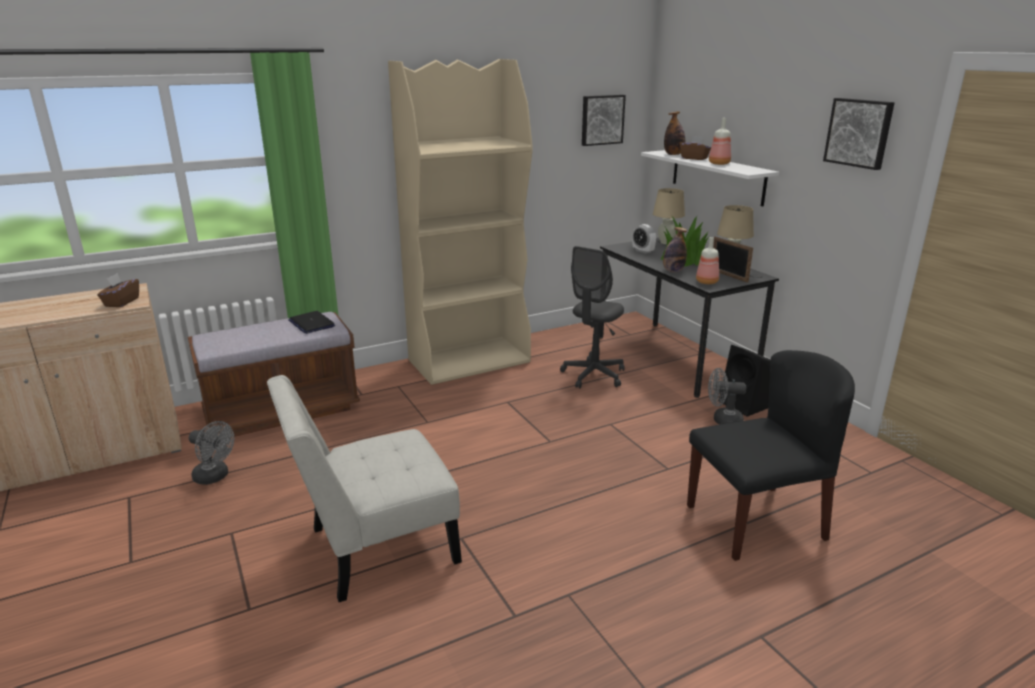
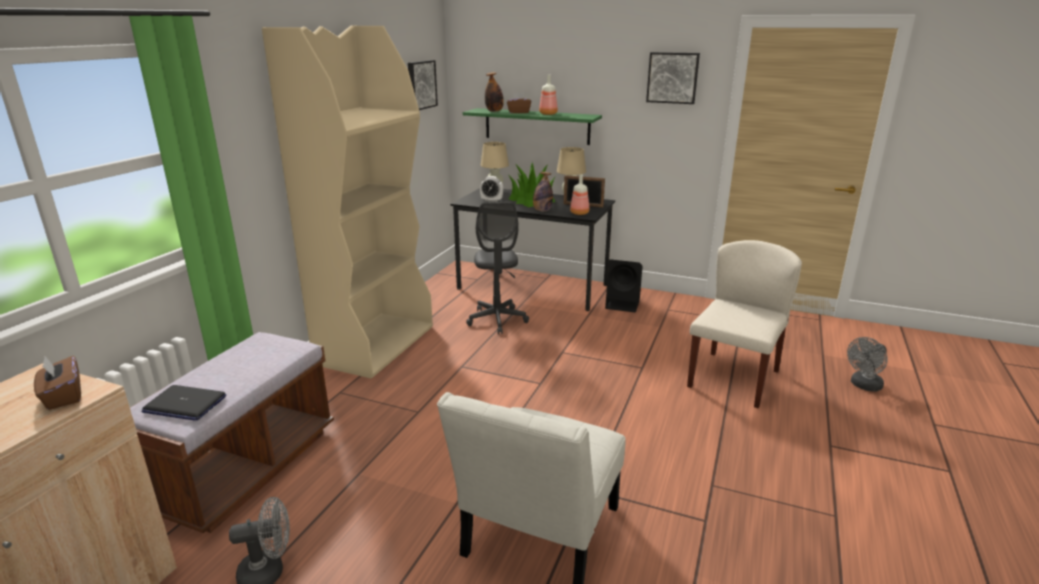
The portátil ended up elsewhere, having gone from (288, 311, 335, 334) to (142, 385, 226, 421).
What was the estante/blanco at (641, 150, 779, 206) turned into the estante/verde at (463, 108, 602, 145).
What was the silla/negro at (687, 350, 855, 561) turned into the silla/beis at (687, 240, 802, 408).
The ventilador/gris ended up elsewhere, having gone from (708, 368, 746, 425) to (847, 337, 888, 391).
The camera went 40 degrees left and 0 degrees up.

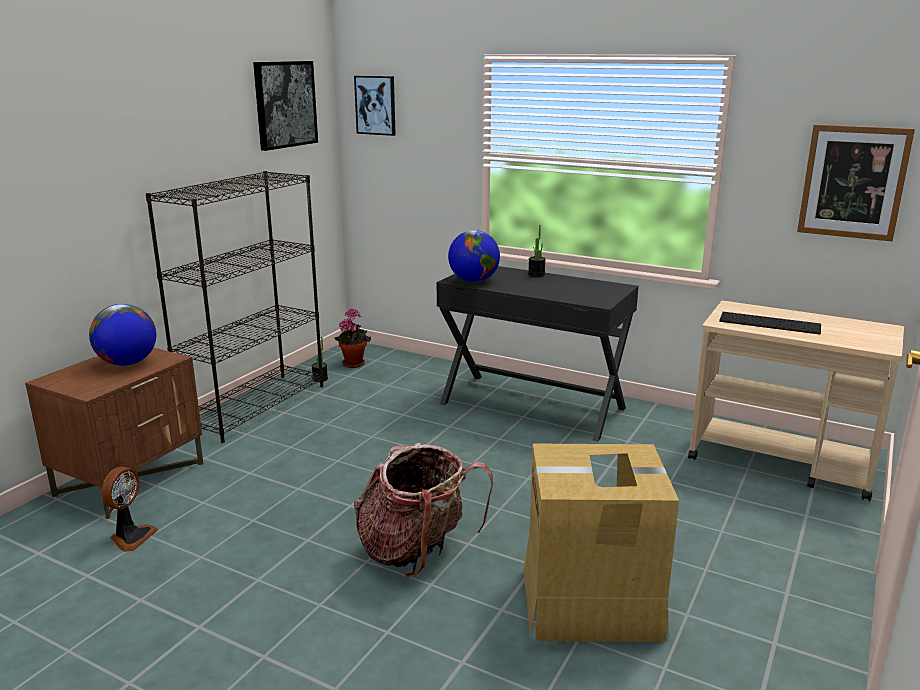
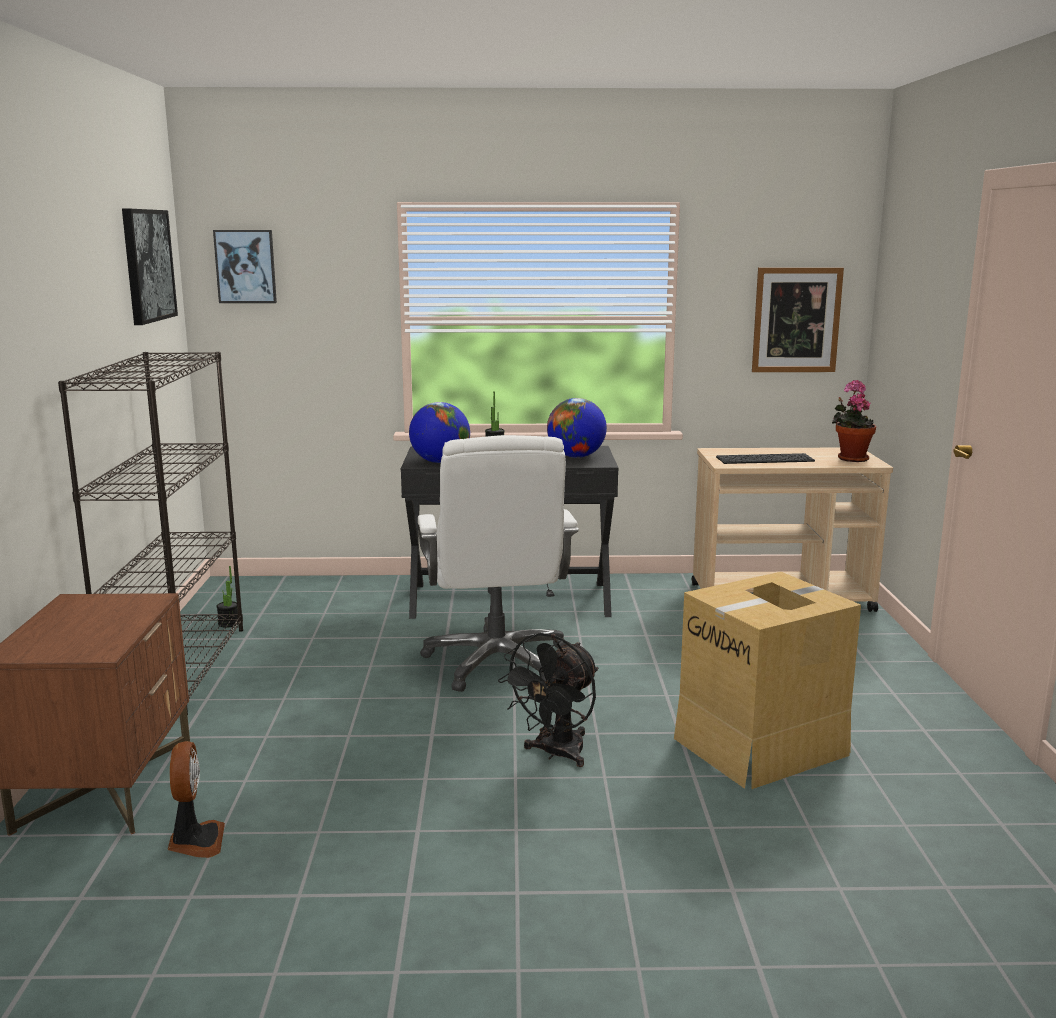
The second view gained the silla de oficina/blanco at (418, 435, 579, 692).
Where the mochila stood at (354, 443, 493, 578), the ventilador/negro came to stand at (498, 633, 598, 767).
The globo terráqueo ended up elsewhere, having gone from (89, 304, 156, 366) to (547, 398, 607, 458).
The planta en maceta ended up elsewhere, having gone from (334, 308, 371, 368) to (832, 380, 876, 462).
The camera went 30 degrees left and 5 degrees down.

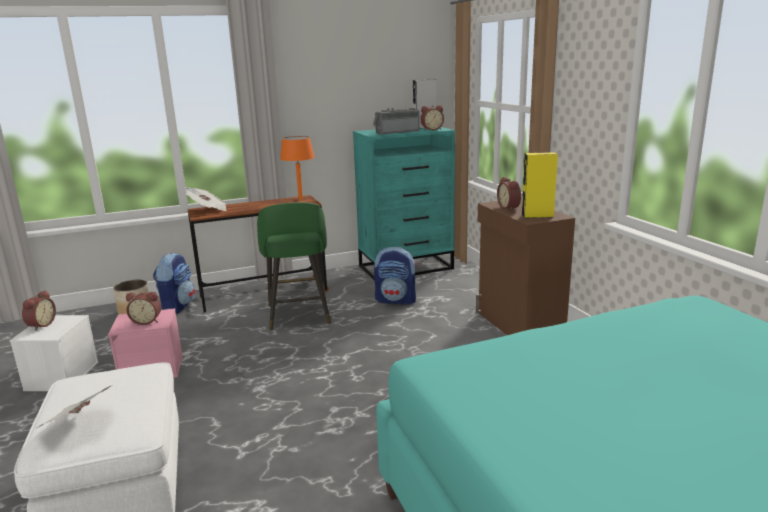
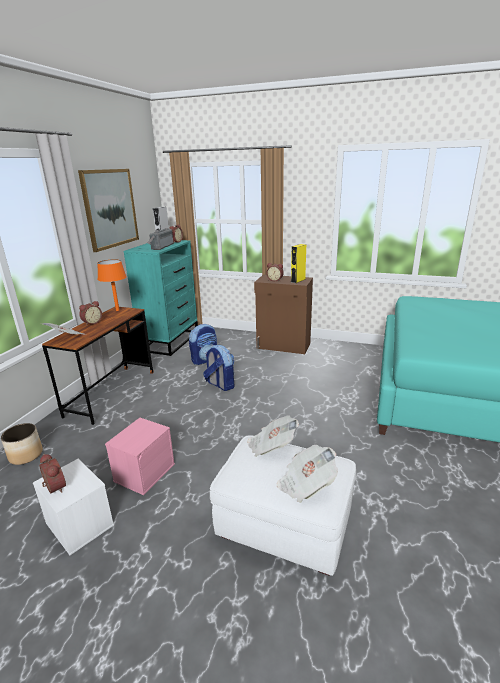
The second view gained the cuadro at (78, 169, 139, 252).
The despertador ended up elsewhere, having gone from (126, 292, 161, 325) to (79, 301, 102, 326).
The mochila ended up elsewhere, having gone from (153, 253, 195, 314) to (203, 345, 234, 391).
The second view gained the periódico at (247, 415, 299, 457).
The second view lost the taburete/verde at (257, 202, 331, 330).
The camera went 50 degrees left and 5 degrees up.

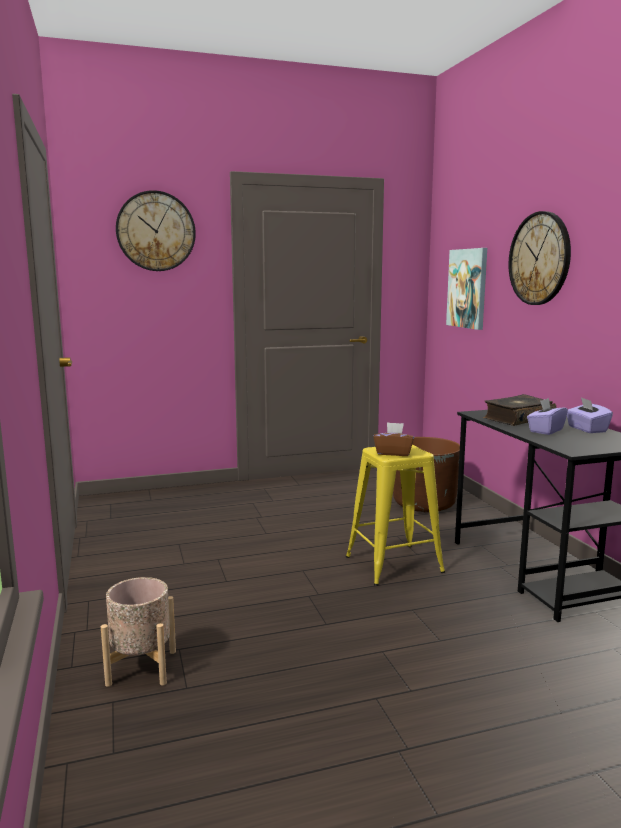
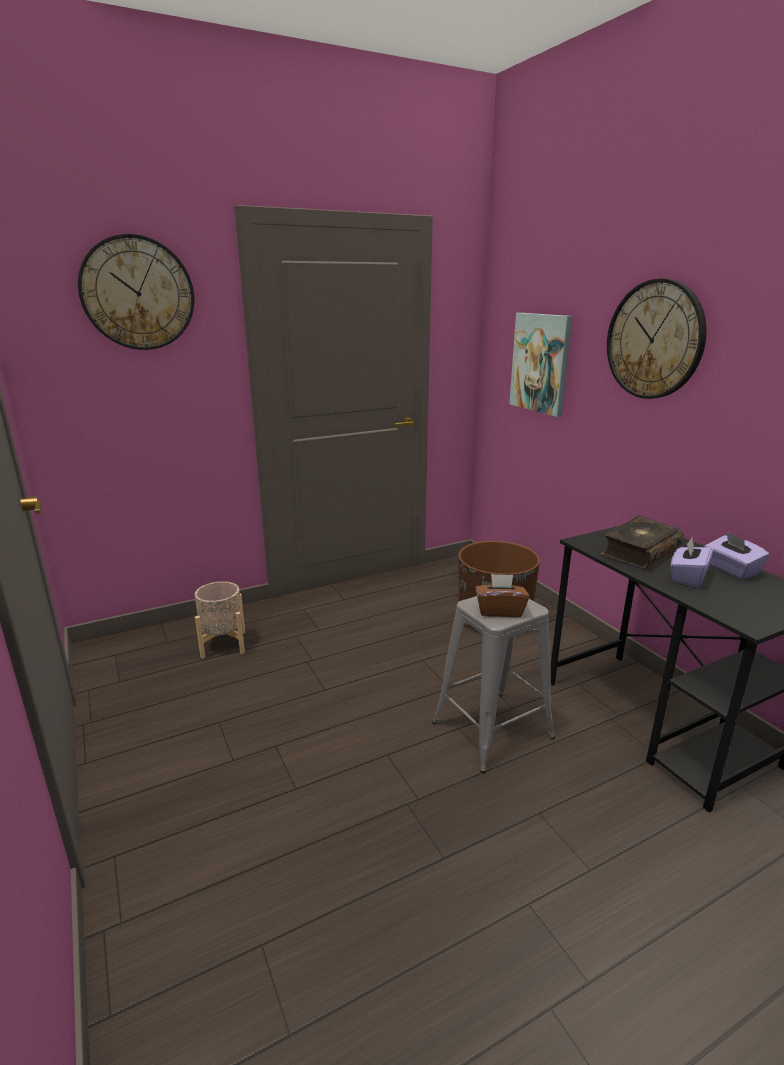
The maceta/beis ended up elsewhere, having gone from (101, 577, 176, 687) to (195, 581, 245, 658).
What was the taburete/amarillo at (346, 444, 445, 586) turned into the taburete/gris at (432, 596, 555, 773).
The camera went 10 degrees left and 10 degrees up.

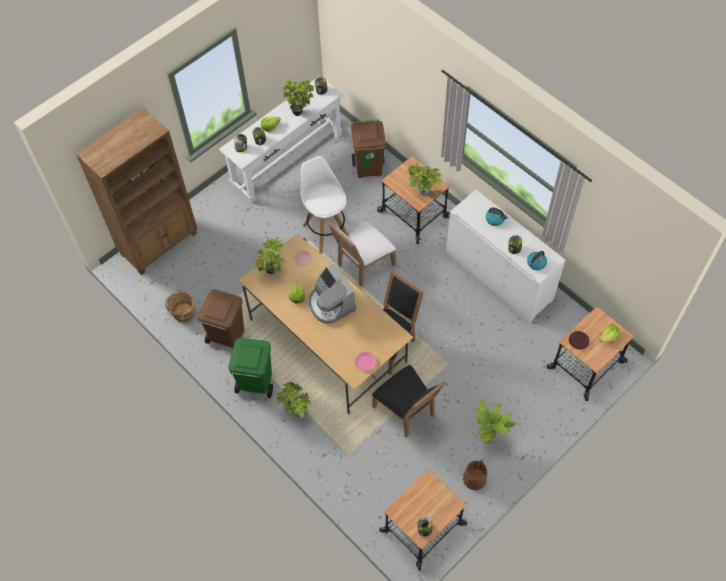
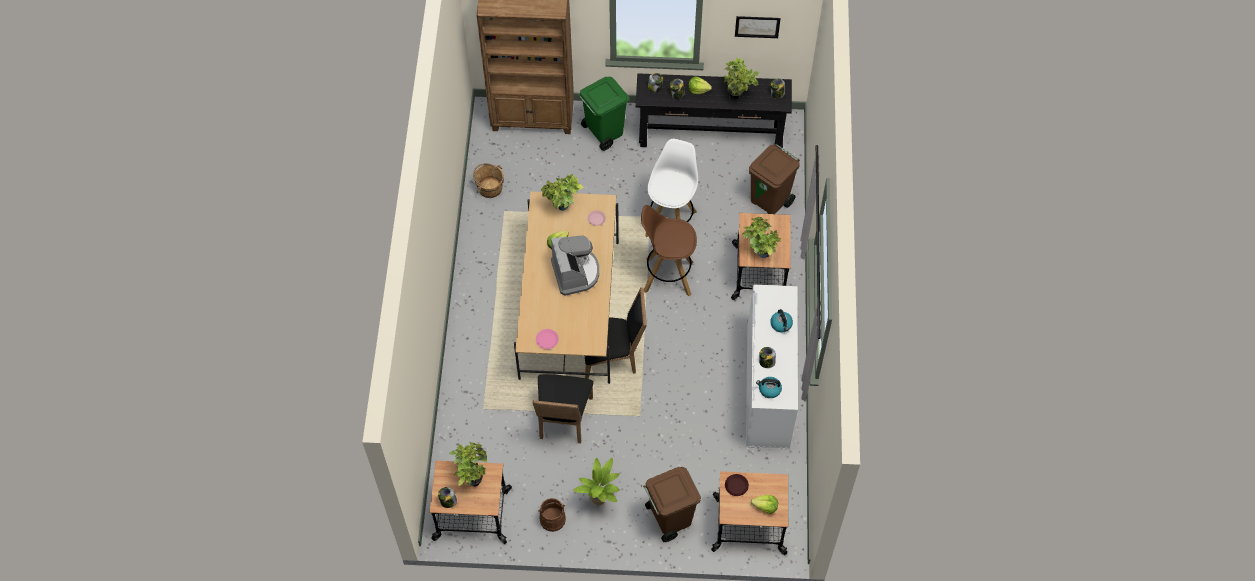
The planta en maceta ended up elsewhere, having gone from (276, 382, 311, 418) to (449, 442, 487, 487).
The cafetera at (309, 264, 356, 323) ended up facing another way, 150 degrees clockwise from before.
The papelera/verde ended up elsewhere, having gone from (228, 338, 273, 398) to (578, 77, 629, 151).
What was the mesa consola/blanco at (219, 76, 343, 203) turned into the mesa consola/negro at (636, 73, 792, 149).
Where the silla/blanco stood at (328, 220, 396, 287), the taburete/marrón came to stand at (641, 205, 697, 296).
The papelera/marrón ended up elsewhere, having gone from (198, 289, 244, 348) to (643, 467, 701, 542).
The second view gained the cuadro at (735, 16, 781, 38).
The camera went 45 degrees right and 0 degrees up.

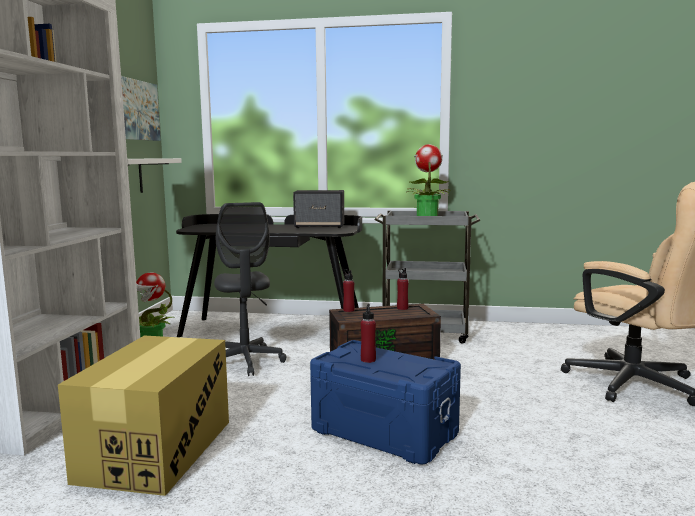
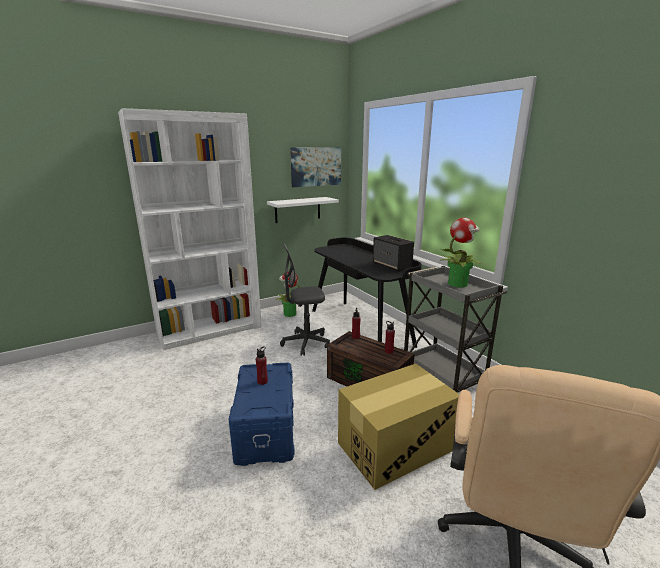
The silla de oficina/gris at (214, 202, 286, 376) ended up facing another way, 45 degrees clockwise from before.
The caja de cartón ended up elsewhere, having gone from (58, 335, 229, 496) to (338, 364, 459, 490).
The camera went 50 degrees right and 10 degrees up.

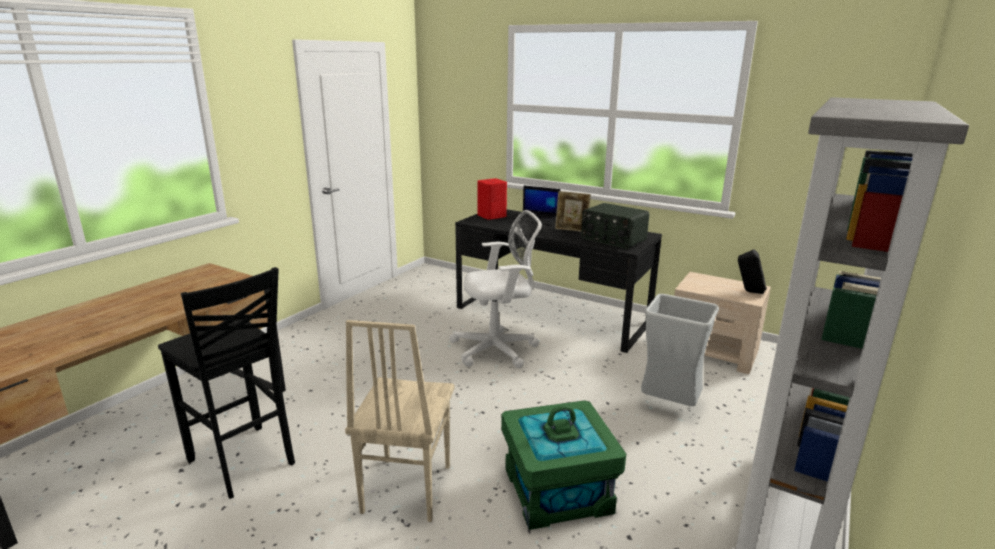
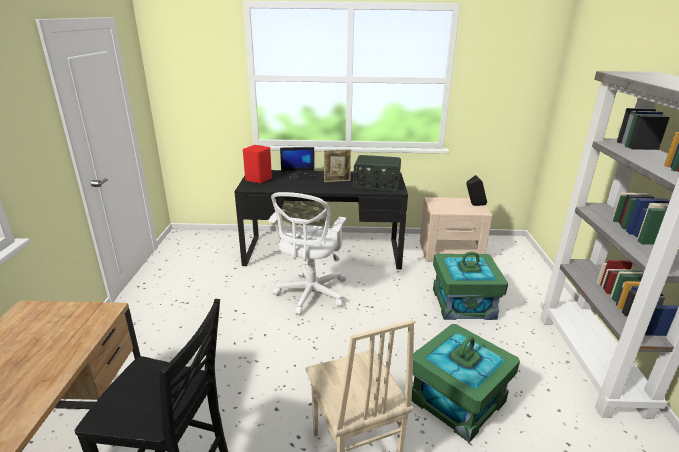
The silla de oficina/blanco at (449, 210, 542, 368) ended up facing another way, 150 degrees clockwise from before.
Where the papelera/gris stood at (641, 294, 719, 406), the caja de almacenaje/verde came to stand at (433, 252, 508, 320).
The camera went 30 degrees left and 5 degrees up.

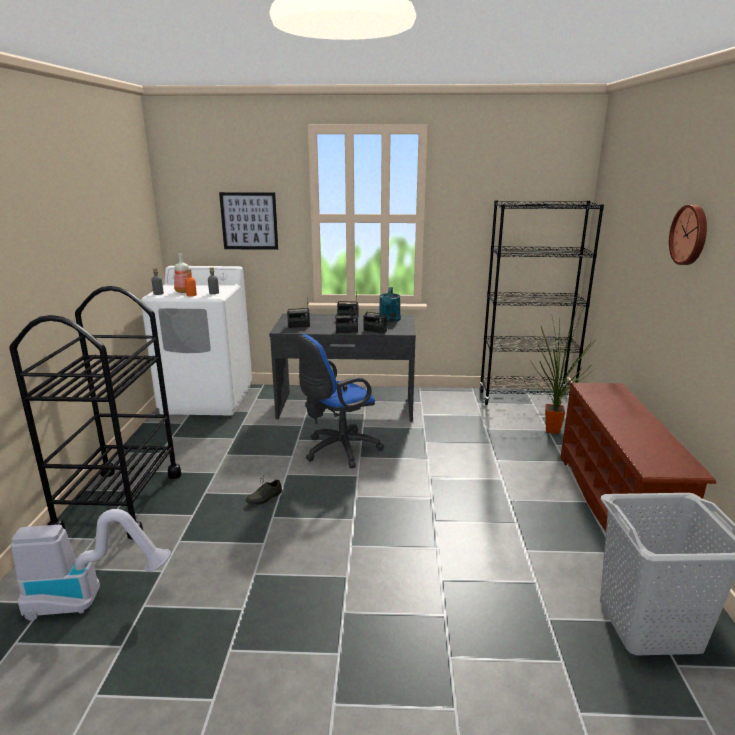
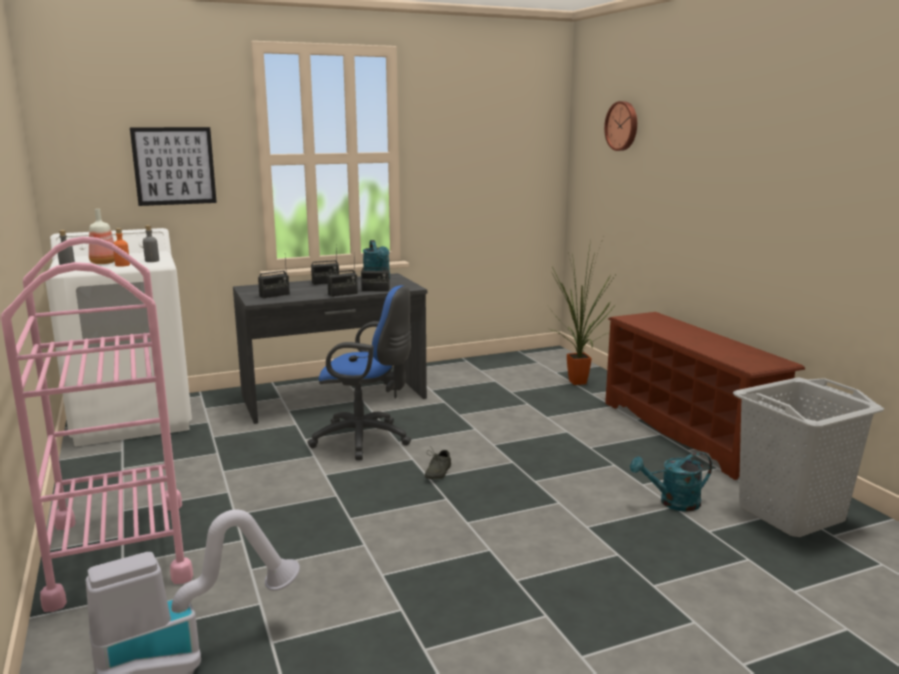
What was the carrito/negro at (9, 286, 181, 540) turned into the carrito/rosa at (1, 237, 193, 612).
The silla de oficina/azul at (297, 334, 384, 468) ended up facing another way, 105 degrees counterclockwise from before.
The zapato/gris ended up elsewhere, having gone from (246, 477, 282, 505) to (425, 447, 451, 479).
The reloj de pared ended up elsewhere, having gone from (669, 205, 707, 265) to (604, 101, 637, 151).
The second view gained the regadera/turquesa at (630, 452, 712, 512).
The second view lost the estantería/negro at (479, 200, 604, 405).
The camera went 25 degrees left and 5 degrees down.

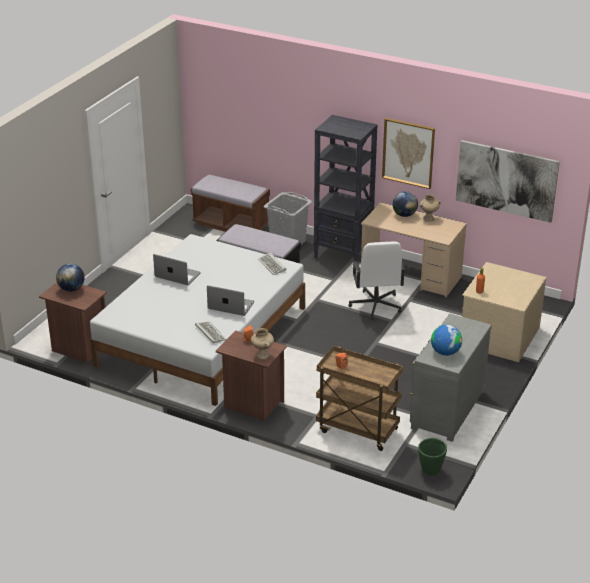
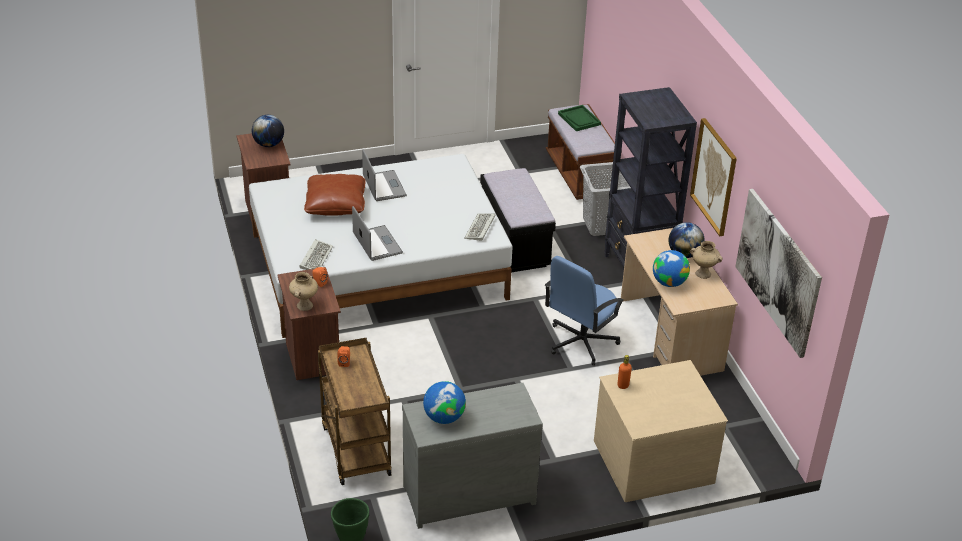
The second view gained the cojín/marrón at (304, 174, 366, 216).
What was the silla de oficina/blanco at (349, 242, 405, 320) turned into the silla de oficina/azul at (545, 256, 624, 365).
The second view gained the bandeja/verde at (558, 105, 601, 131).
The second view gained the globo terráqueo at (653, 250, 690, 287).
The camera went 45 degrees right and 5 degrees up.

